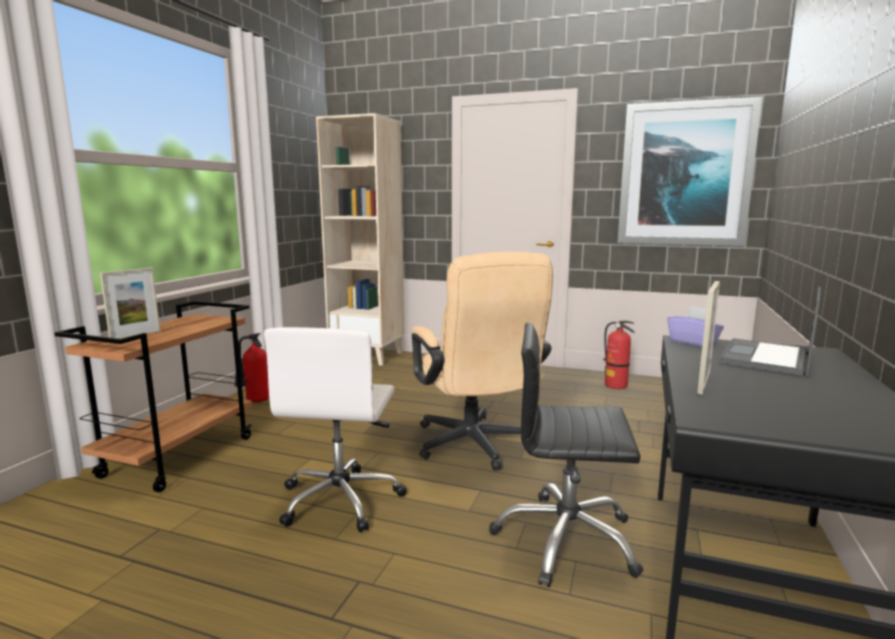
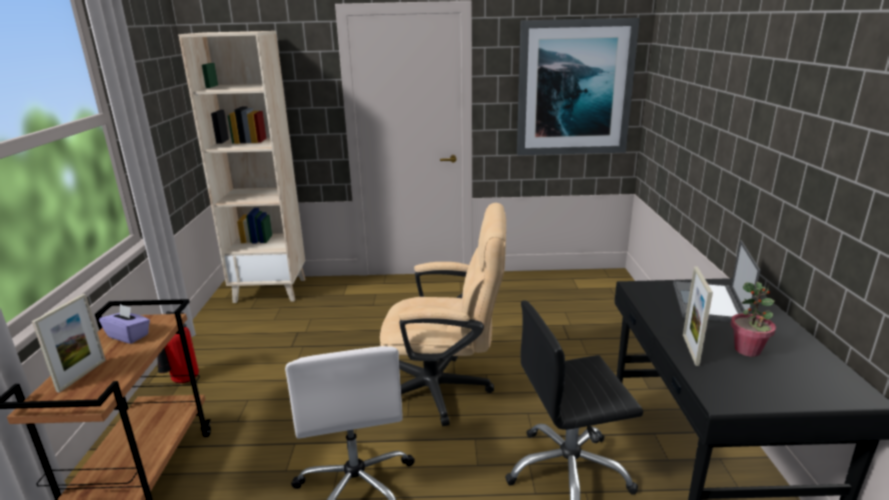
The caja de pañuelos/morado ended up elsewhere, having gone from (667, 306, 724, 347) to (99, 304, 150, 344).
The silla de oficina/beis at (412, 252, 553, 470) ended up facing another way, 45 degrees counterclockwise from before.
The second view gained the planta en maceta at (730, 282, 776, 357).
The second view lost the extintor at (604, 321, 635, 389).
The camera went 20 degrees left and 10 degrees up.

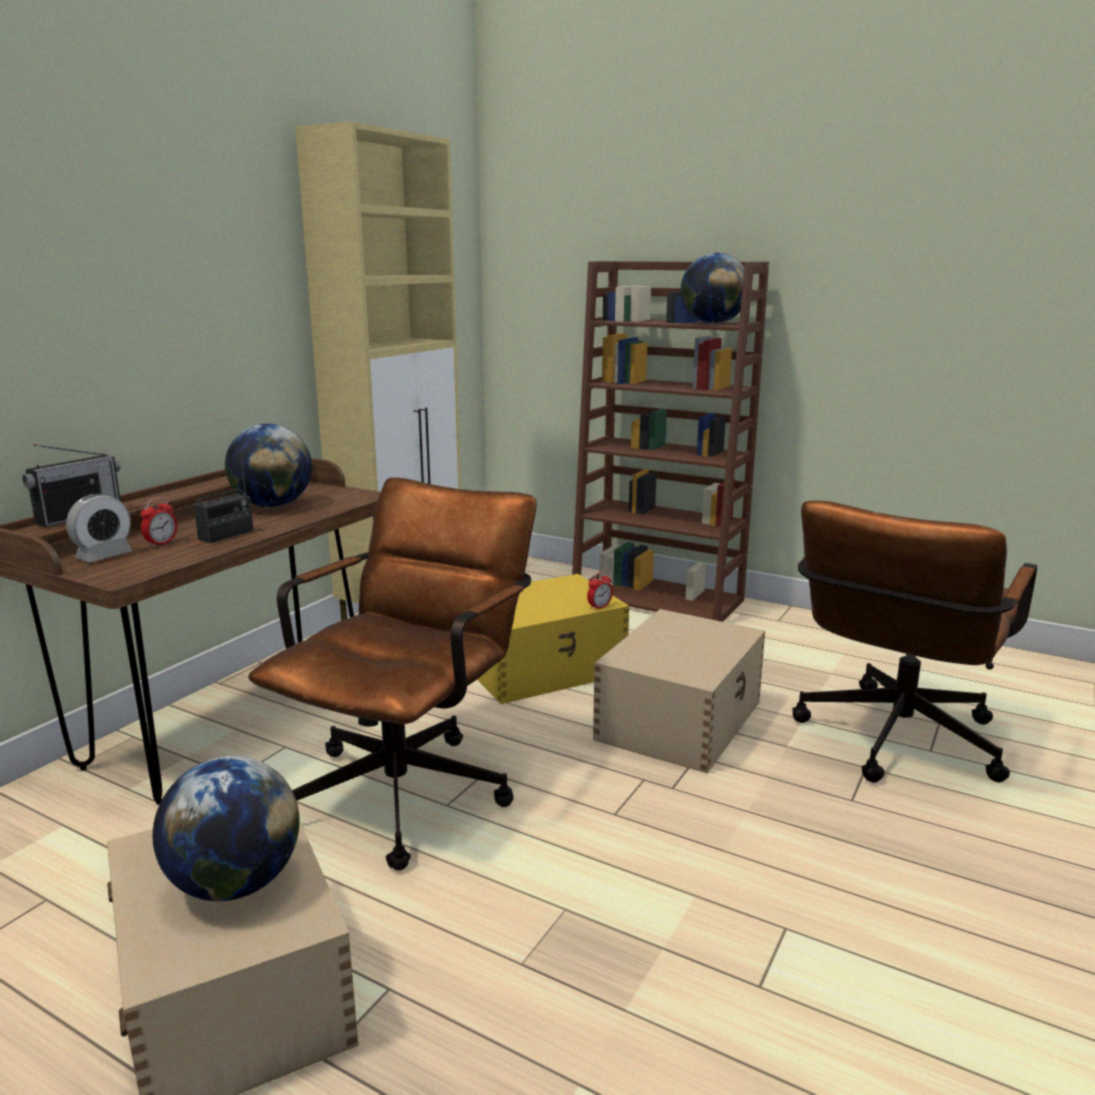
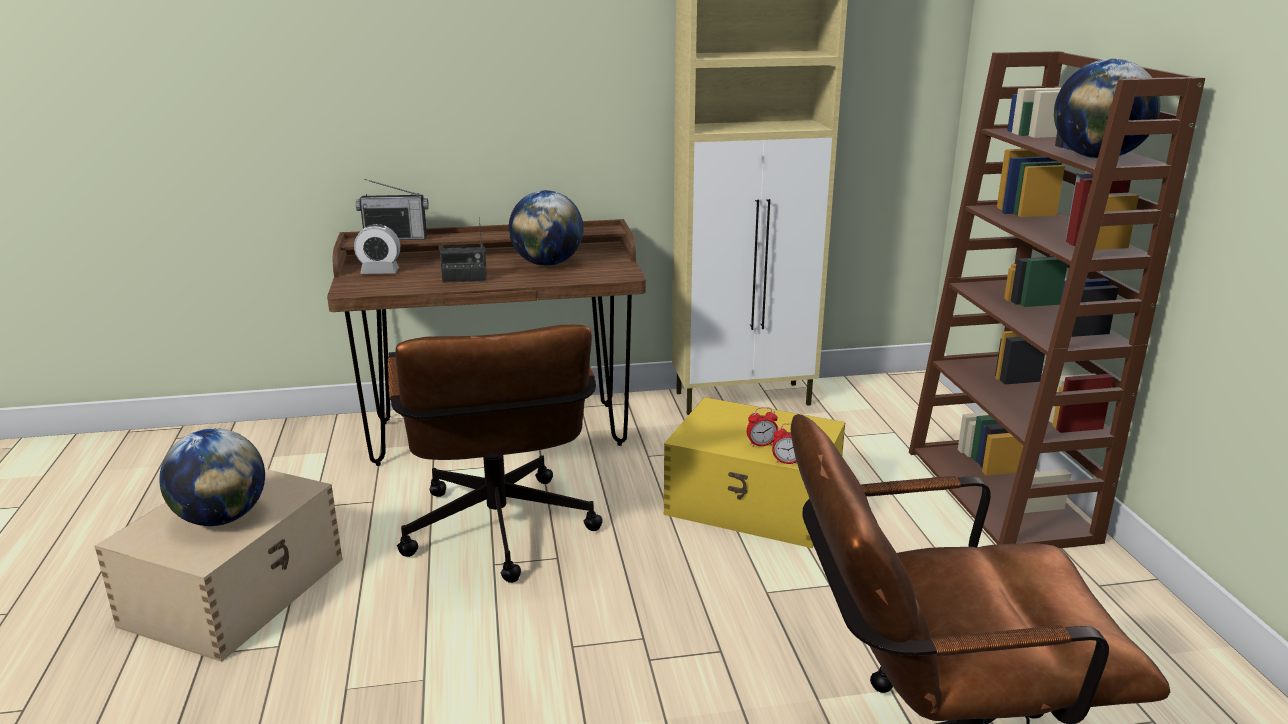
The silla de oficina/marrón at (248, 477, 537, 871) ended up facing another way, 90 degrees clockwise from before.
The despertador ended up elsewhere, having gone from (140, 497, 177, 548) to (747, 407, 778, 447).
The second view lost the caja de almacenaje/beis at (593, 609, 765, 774).
The camera went 50 degrees right and 5 degrees up.

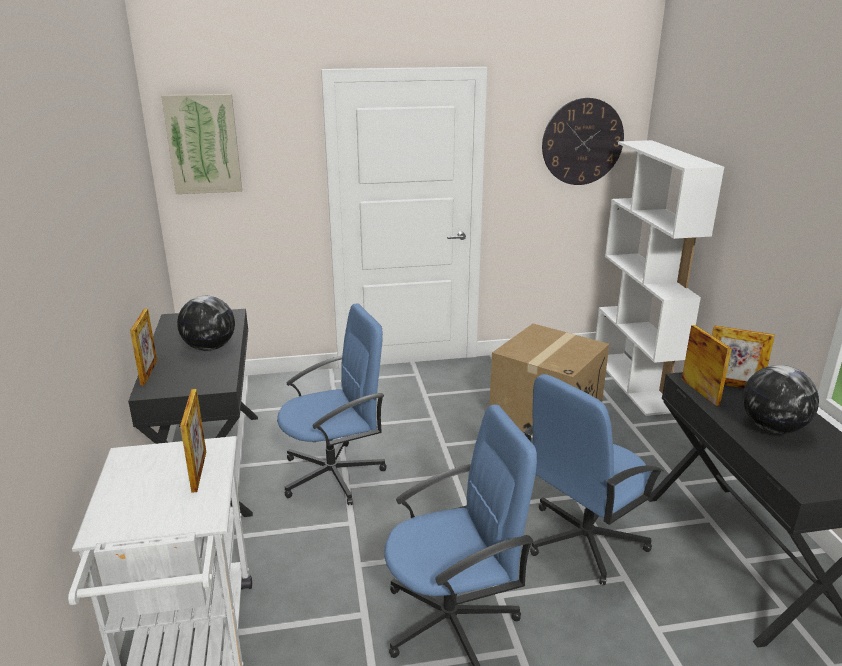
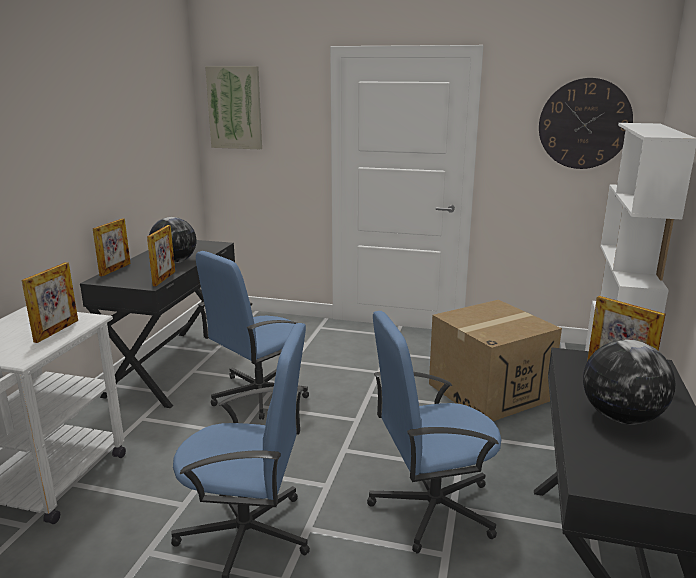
The portarretratos ended up elsewhere, having gone from (682, 325, 732, 406) to (147, 225, 175, 286).
The silla de oficina/azul at (277, 303, 387, 505) ended up facing another way, 135 degrees clockwise from before.
The camera went 25 degrees right and 5 degrees down.

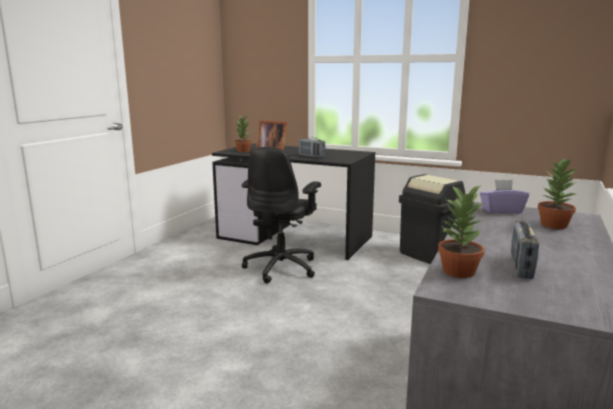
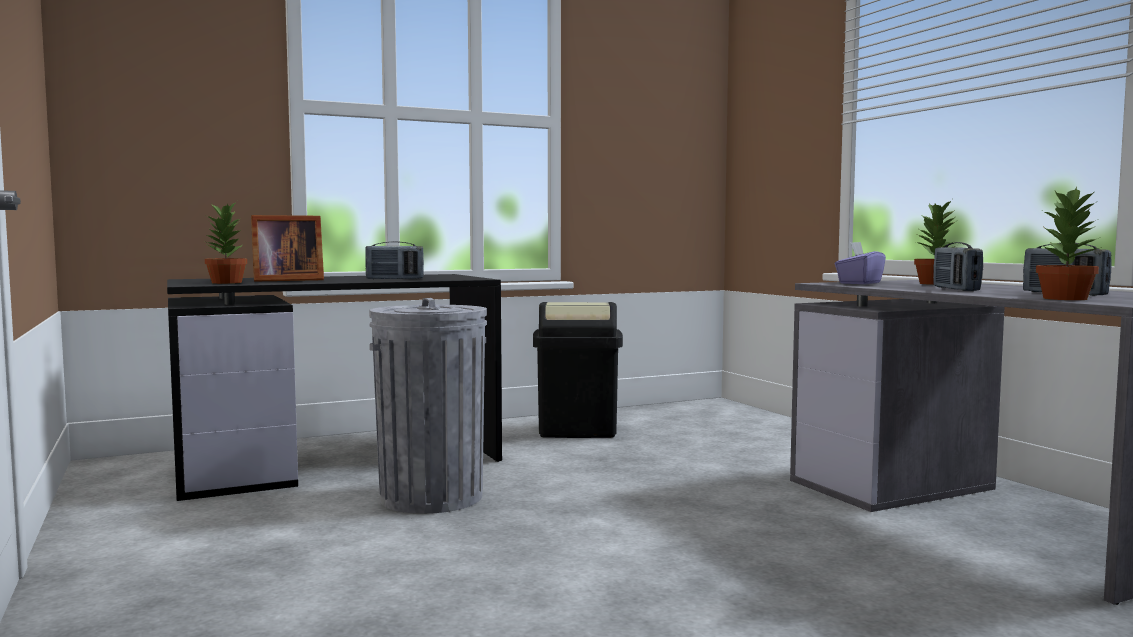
Where the silla de oficina/negro stood at (242, 147, 321, 283), the papelera/gris came to stand at (369, 298, 487, 514).
The second view gained the radio at (933, 242, 983, 291).
The camera went 50 degrees left and 10 degrees down.

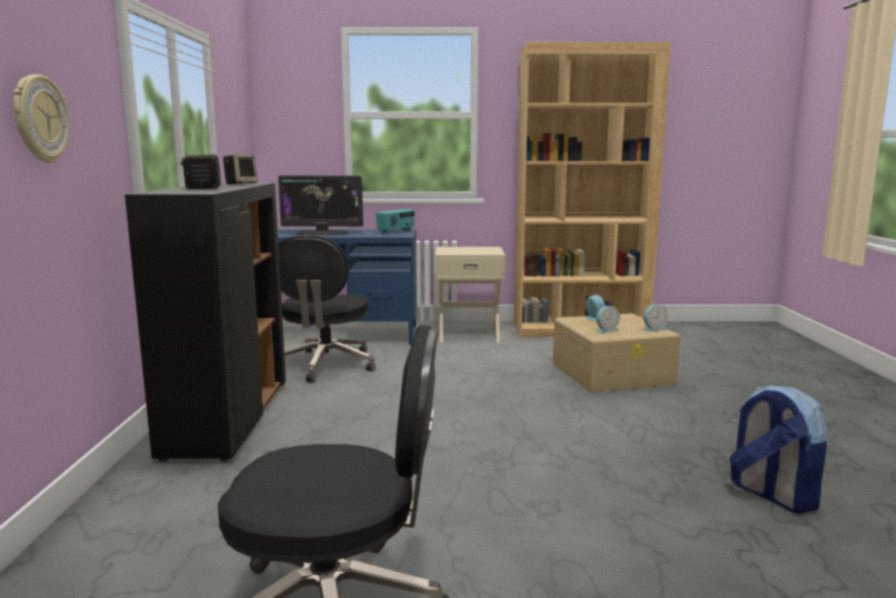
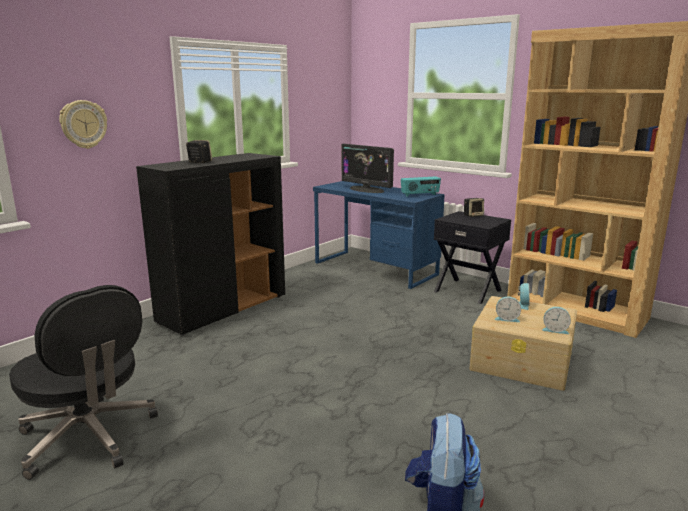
What was the mesita de noche/beis at (435, 247, 505, 343) turned into the mesita de noche/negro at (434, 211, 511, 304).
The altavoz ended up elsewhere, having gone from (223, 154, 258, 184) to (464, 198, 484, 217).
The second view lost the silla de oficina/negro at (278, 236, 376, 382).
The camera went 40 degrees right and 5 degrees up.

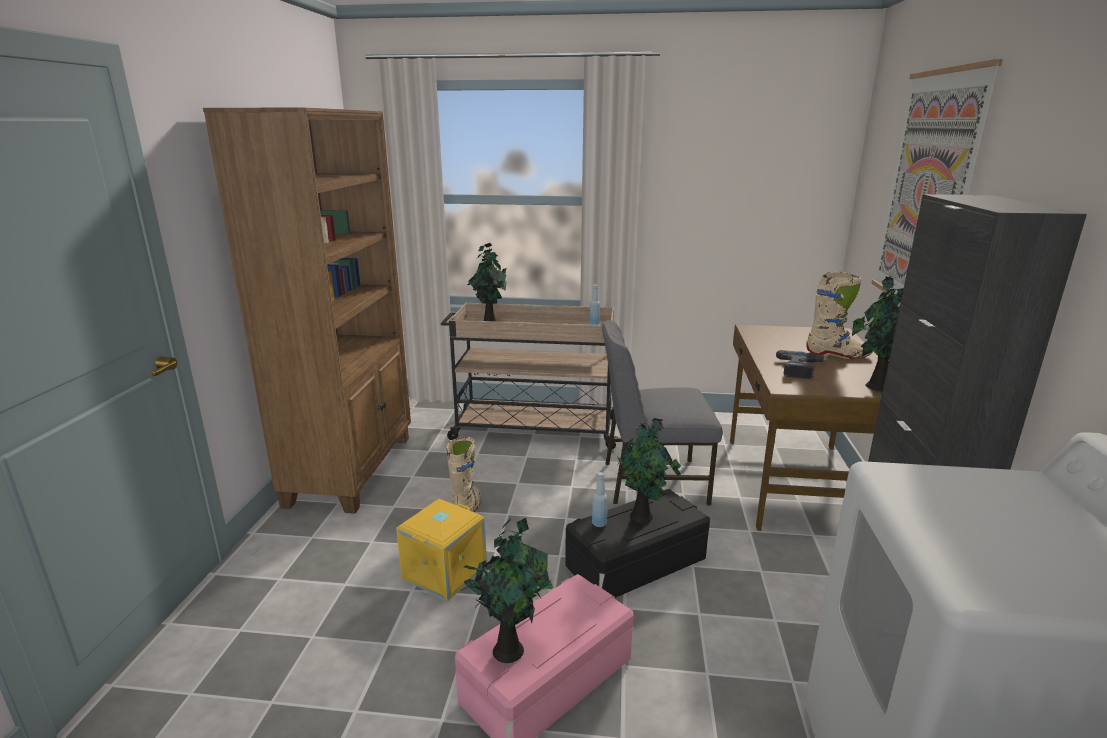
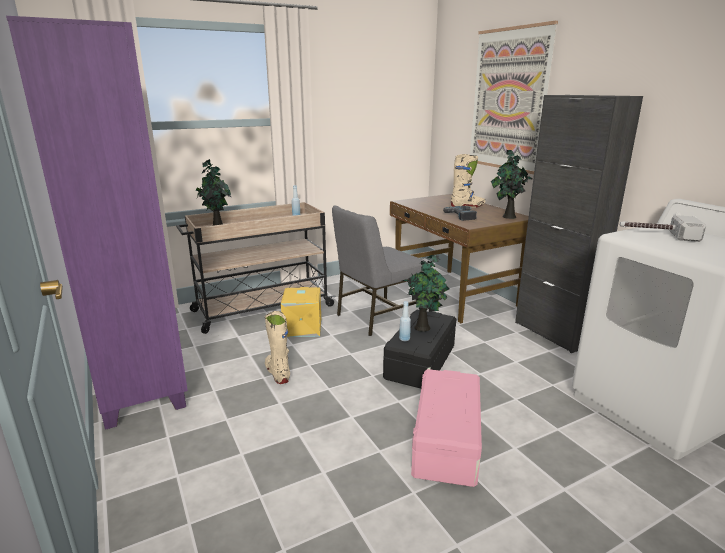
What was the estantería/marrón at (203, 108, 411, 514) turned into the estantería/morado at (6, 16, 188, 430).
The caja de almacenaje/amarillo ended up elsewhere, having gone from (396, 499, 487, 602) to (281, 287, 321, 337).
The second view gained the martillo at (620, 215, 706, 242).
The second view lost the planta en maceta at (460, 517, 554, 663).
The camera went 35 degrees left and 0 degrees up.

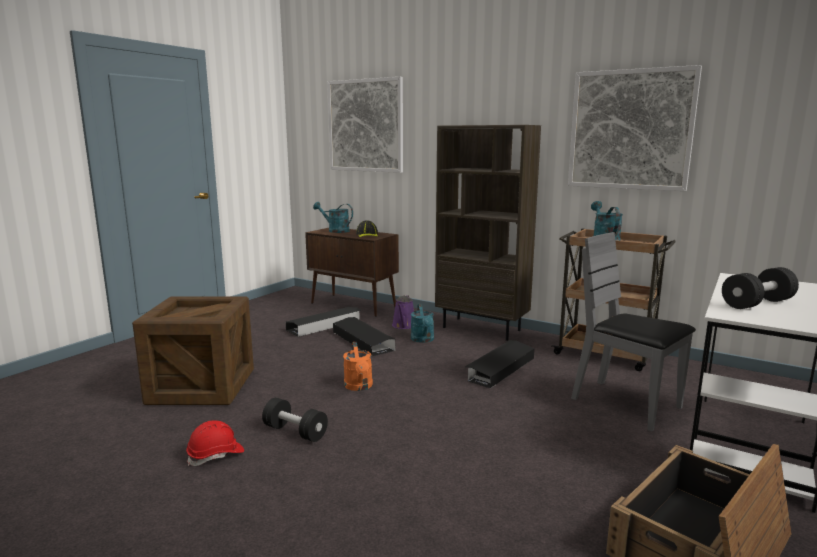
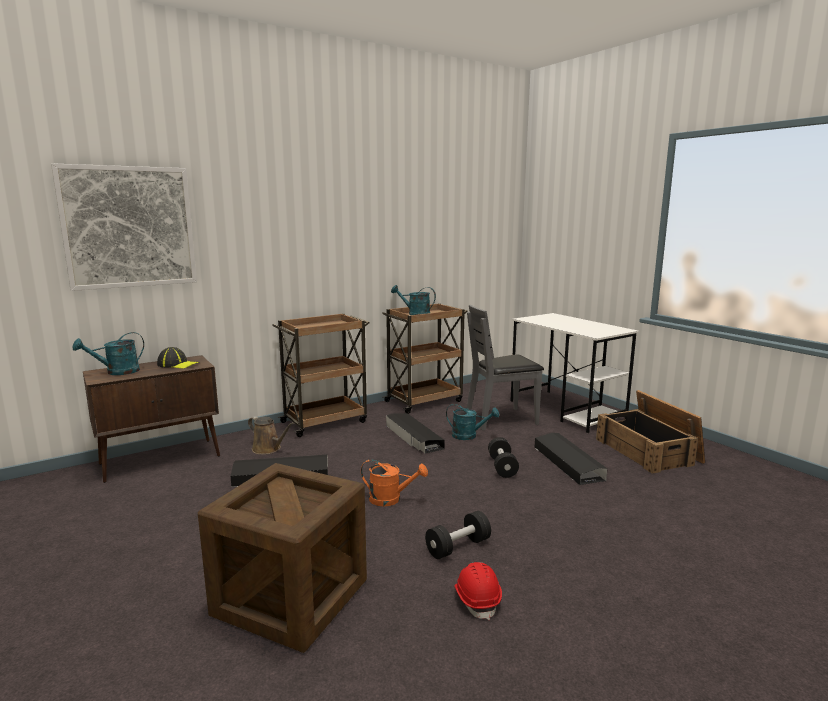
What was the regadera/morado at (392, 295, 414, 329) turned into the regadera/marrón at (248, 416, 294, 455).
Where the estantería/marrón stood at (435, 125, 541, 341), the carrito/marrón came to stand at (272, 313, 369, 437).
The regadera/turquesa ended up elsewhere, having gone from (411, 304, 434, 343) to (446, 404, 499, 440).
The mancuerna/negro ended up elsewhere, having gone from (722, 267, 799, 309) to (488, 437, 519, 478).
The caja de almacenaje/negro ended up elsewhere, having gone from (286, 307, 361, 337) to (534, 433, 607, 485).
The second view lost the cuadro at (568, 65, 702, 191).
The camera went 65 degrees left and 0 degrees up.

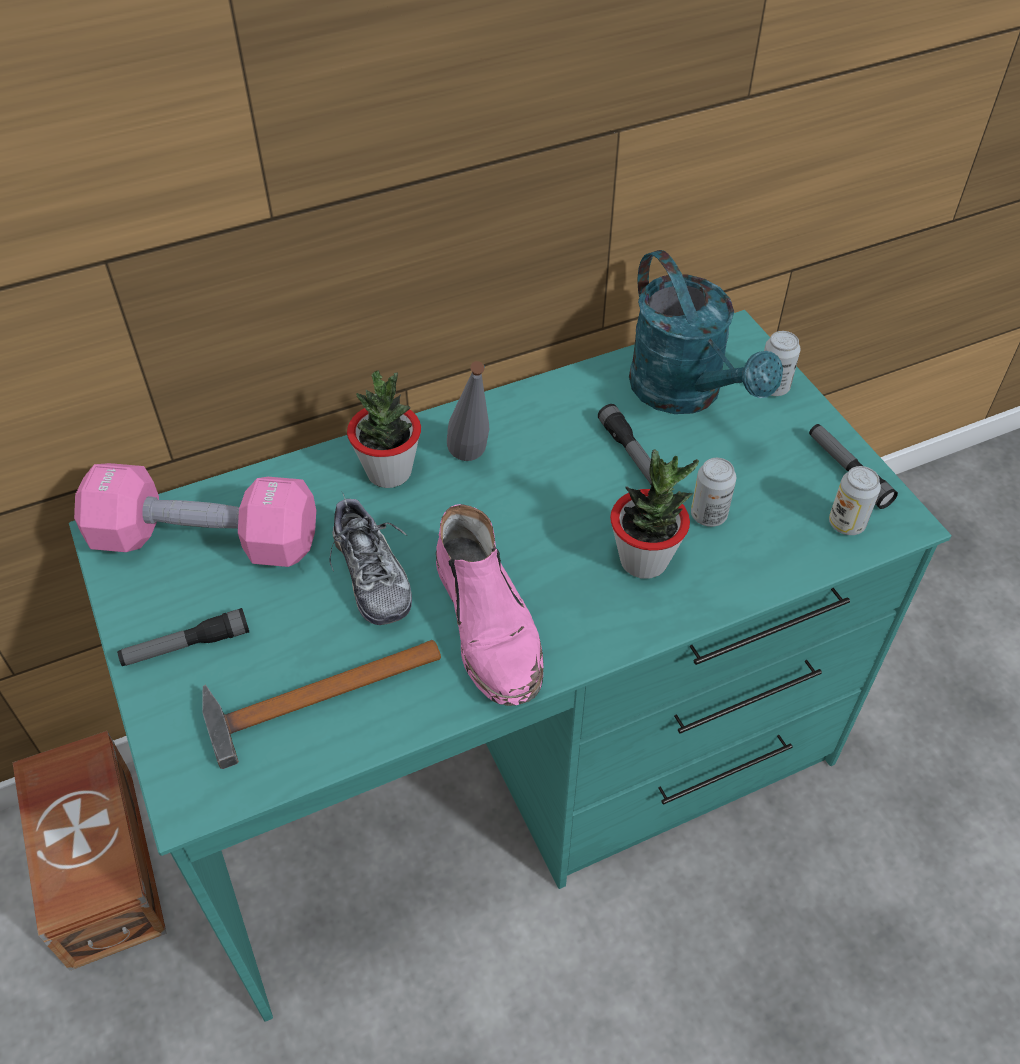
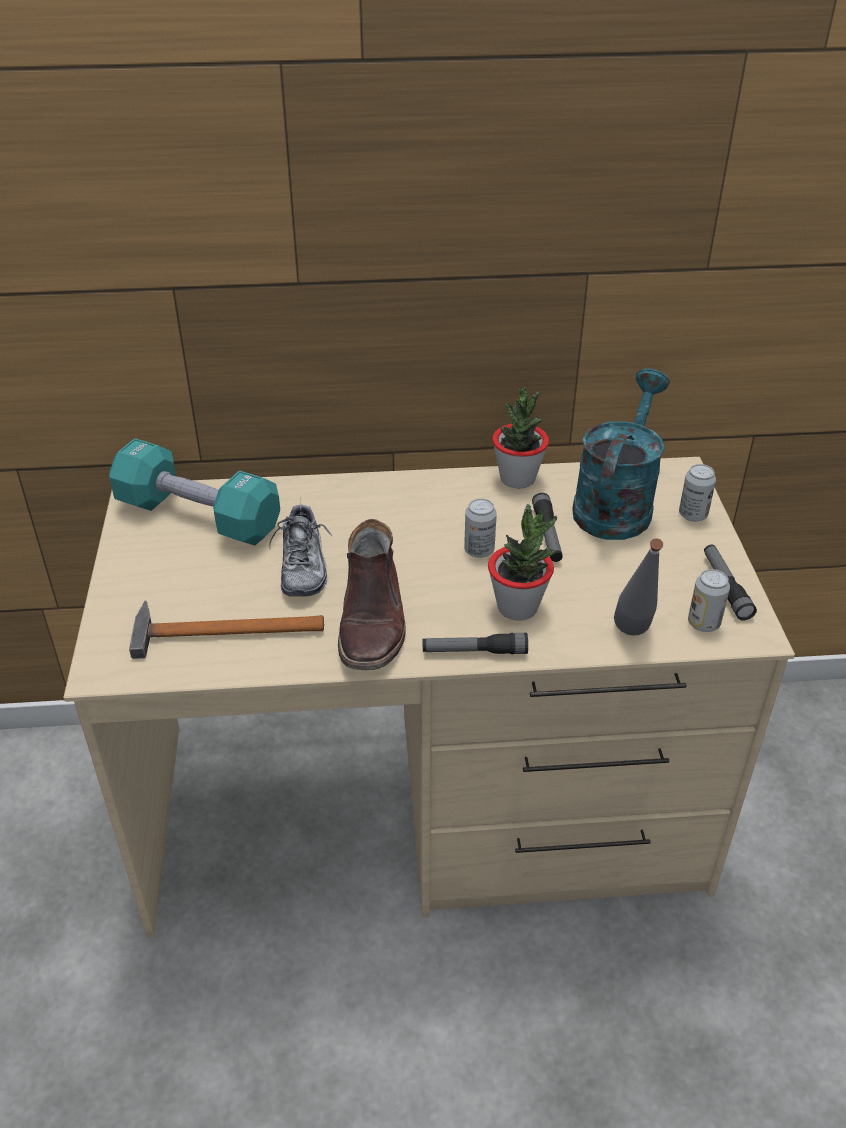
What was the escritorio/turquesa at (69, 310, 951, 1022) turned into the escritorio/beis at (63, 457, 795, 938).
What was the mancuerna/rosa at (74, 463, 316, 567) turned into the mancuerna/turquesa at (109, 438, 280, 546).
What was the bota/rosa at (436, 504, 544, 706) turned into the bota/marrón at (338, 519, 406, 670).
The linterna ended up elsewhere, having gone from (117, 608, 249, 666) to (423, 633, 528, 654).
The lata ended up elsewhere, having gone from (691, 458, 736, 527) to (464, 499, 497, 558).
The planta en maceta ended up elsewhere, having gone from (347, 370, 421, 488) to (492, 387, 549, 488).
The regadera/turquesa at (629, 250, 783, 414) ended up facing another way, 150 degrees counterclockwise from before.
The botella/gris ended up elsewhere, having gone from (447, 361, 489, 461) to (614, 538, 663, 636).
The second view lost the caja de almacenaje/marrón at (12, 731, 167, 970).
The camera went 20 degrees right and 10 degrees down.

